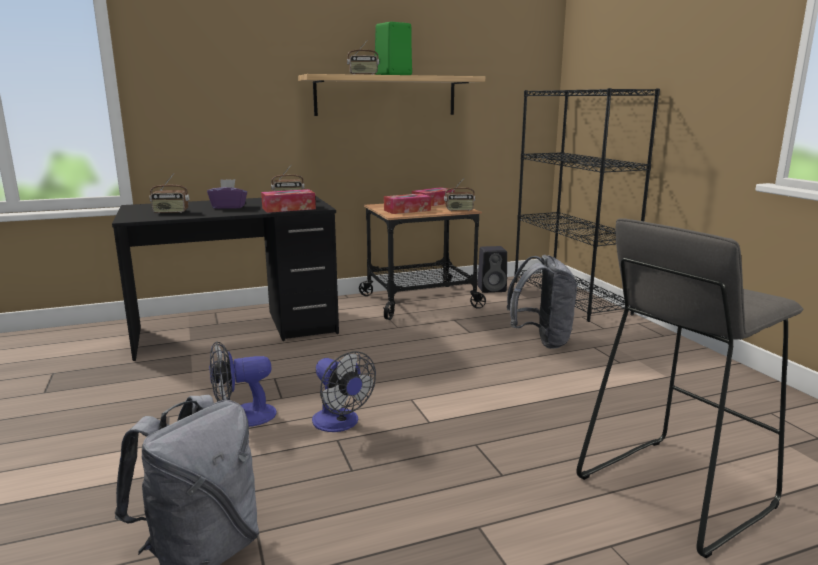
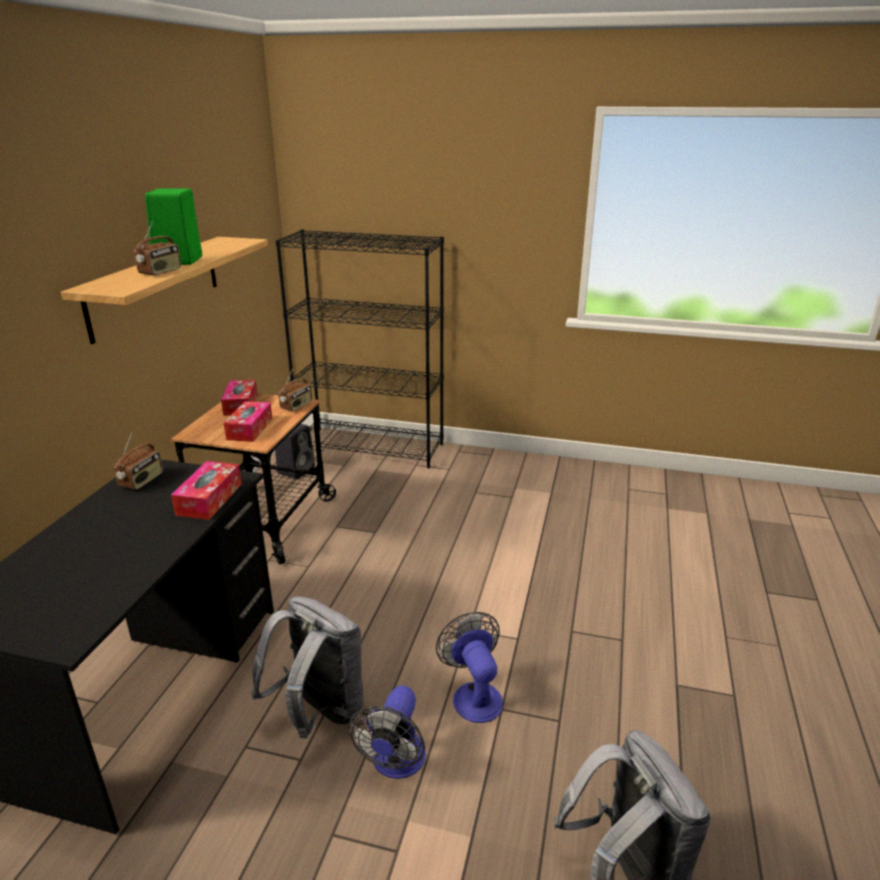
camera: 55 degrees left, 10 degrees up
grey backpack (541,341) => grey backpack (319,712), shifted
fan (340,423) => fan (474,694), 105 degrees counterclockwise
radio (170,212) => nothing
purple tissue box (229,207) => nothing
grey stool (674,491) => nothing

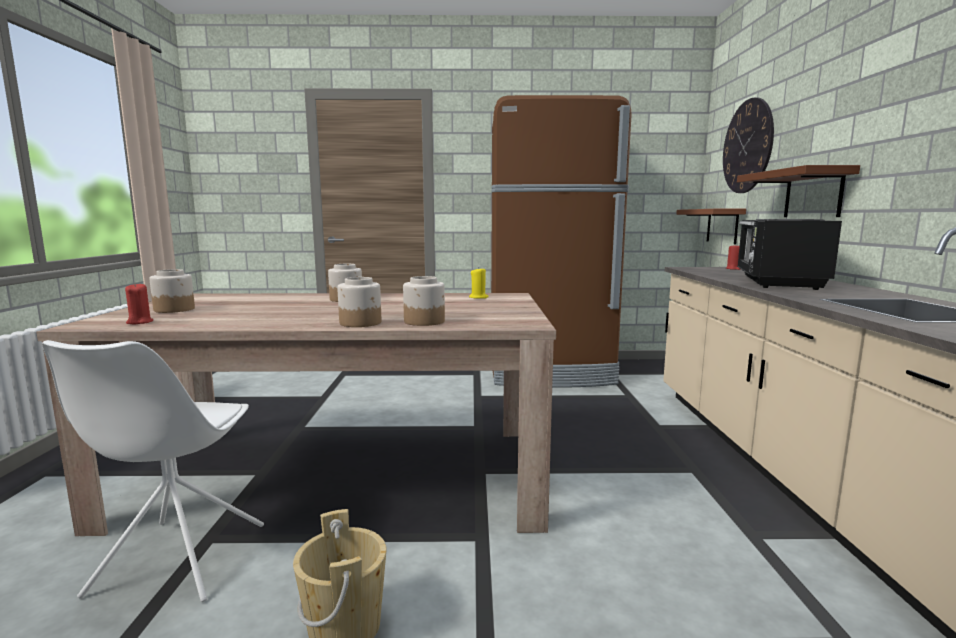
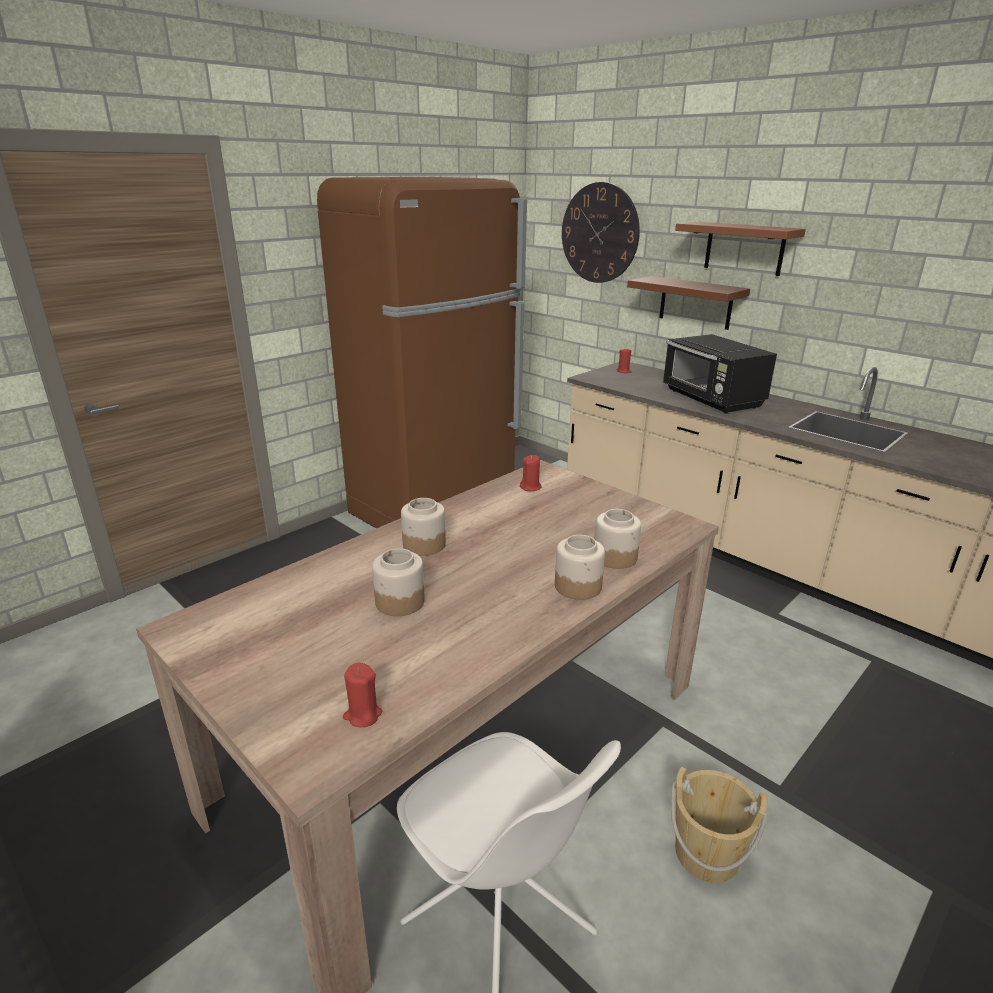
camera: 45 degrees left, 15 degrees up
jar (174,309) => jar (399,601), shifted
yellow candle (478,297) => red candle (530,487)
brown shelf (722,226) => brown shelf (744,248), shifted

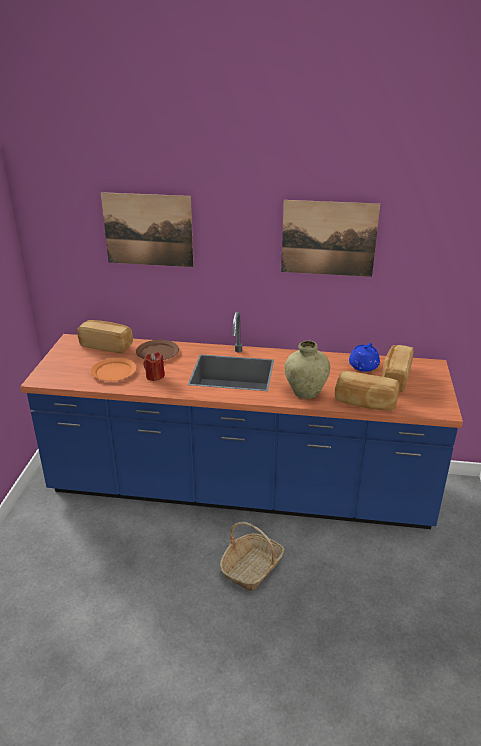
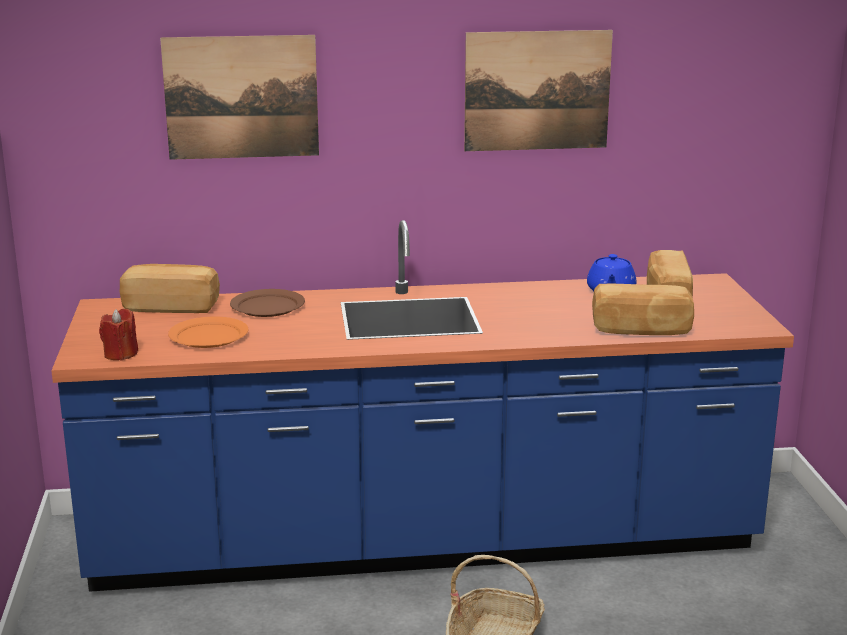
camera: 15 degrees left, 10 degrees down
red candle (155,376) => red candle (120,354), shifted
beige vase (305,393) => nothing

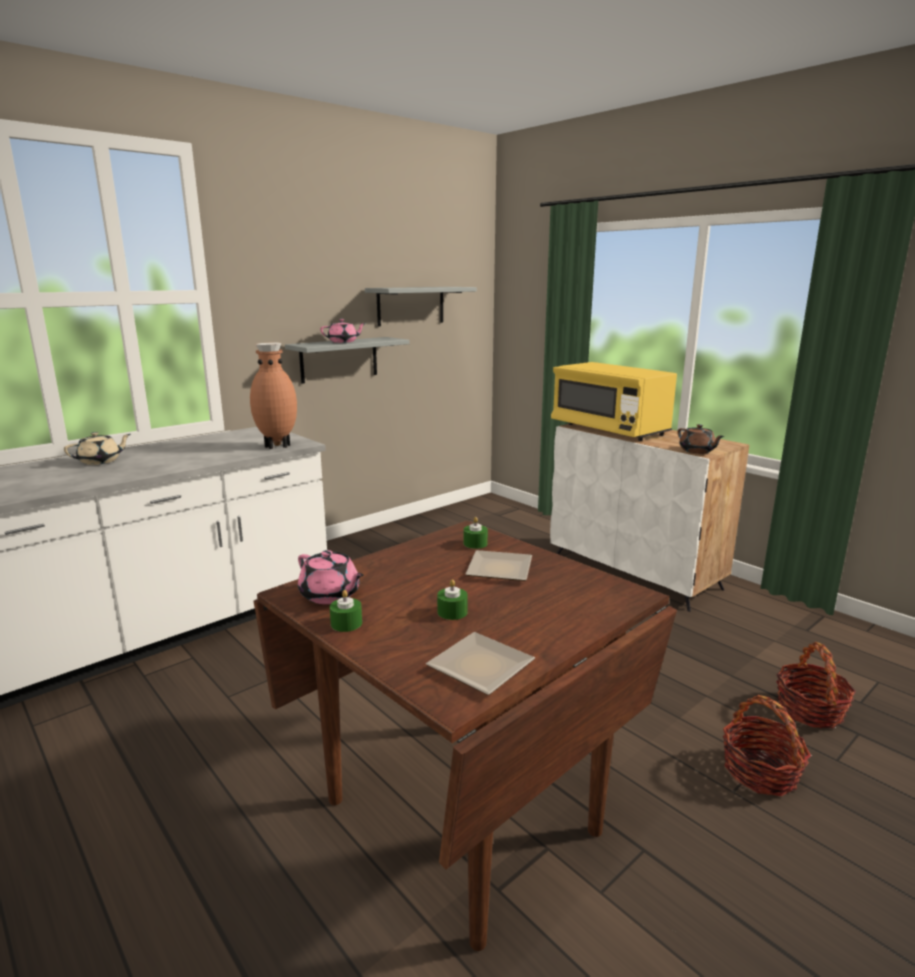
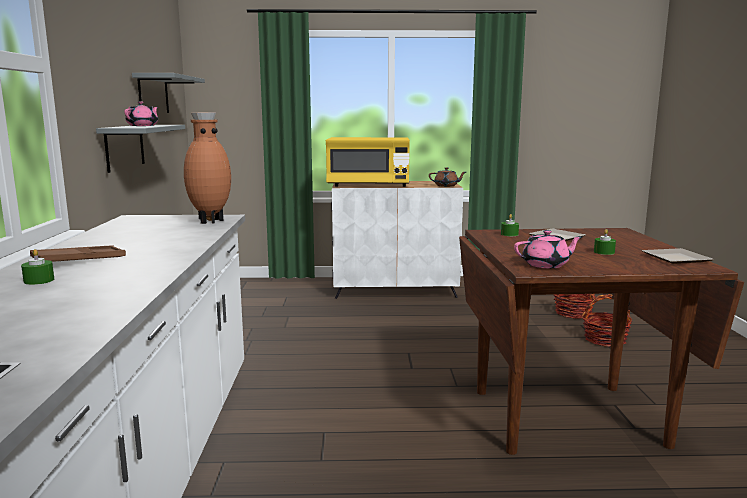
camera: 50 degrees left, 5 degrees down
green candle (346,623) => green candle (39,280), shifted
beige teapot (101,461) => brown tray (79,260)

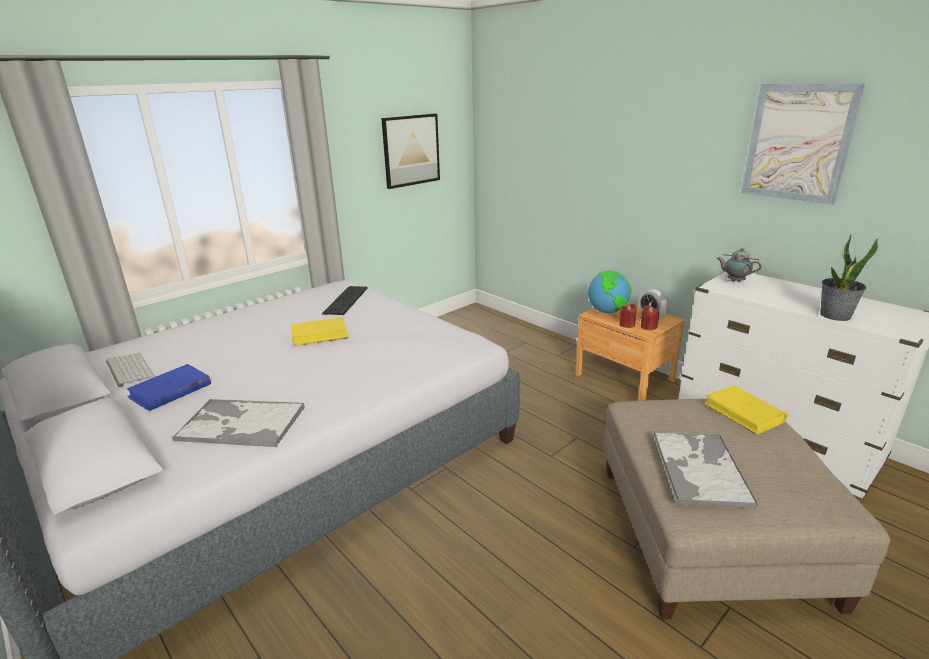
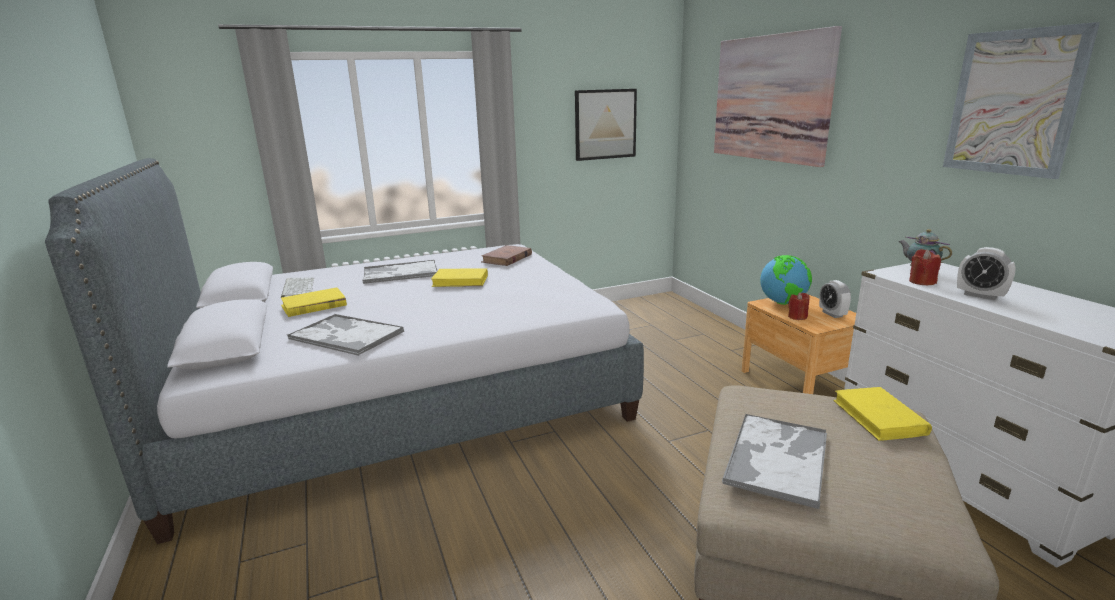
camera: 20 degrees right, 5 degrees down
blue book (170,391) => yellow book (314,306)
nothing => tray (400,273)
keyboard (347,300) => brown book (507,258)
nothing => picture (770,98)
red candle (648,327) => red candle (922,282), shifted
nothing => alarm clock (980,295)
potted plant (835,315) => nothing

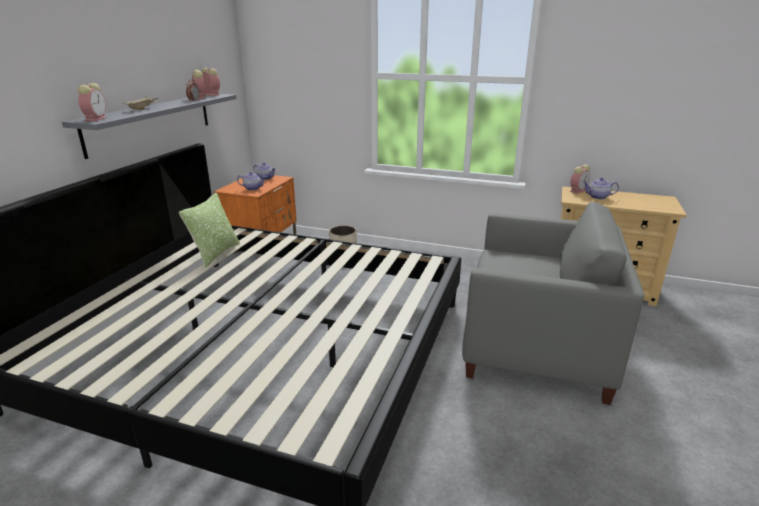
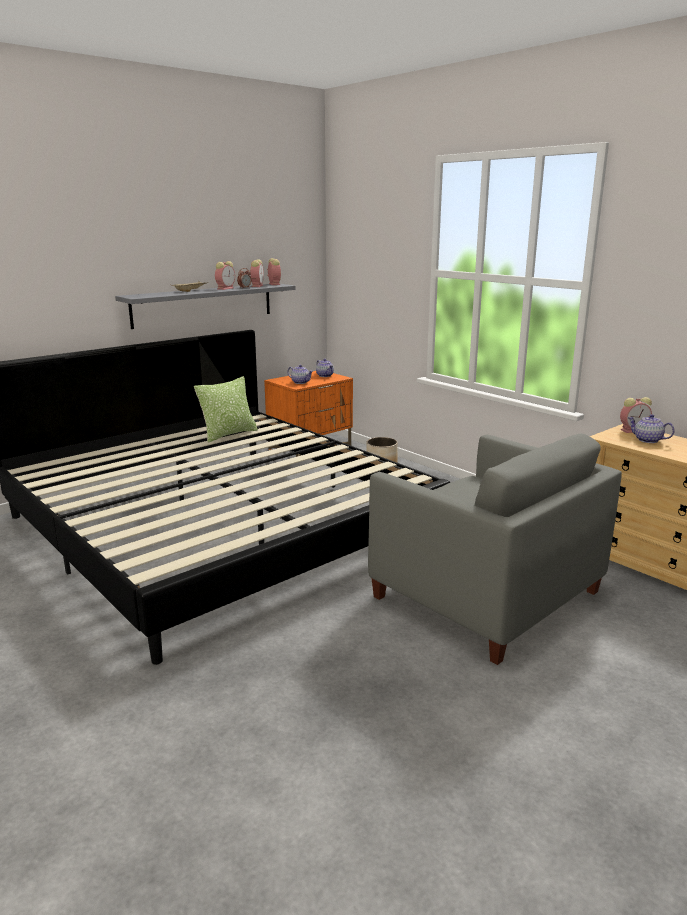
camera: 30 degrees right, 5 degrees down
alarm clock (96,119) => alarm clock (225,288), shifted

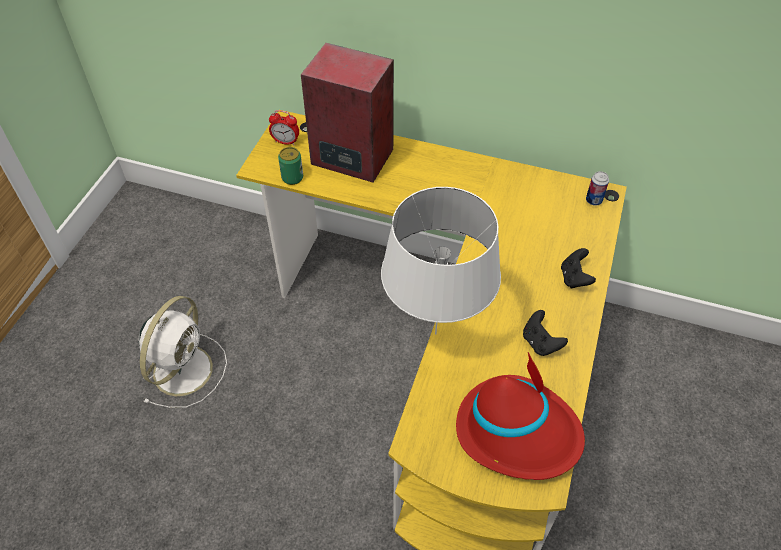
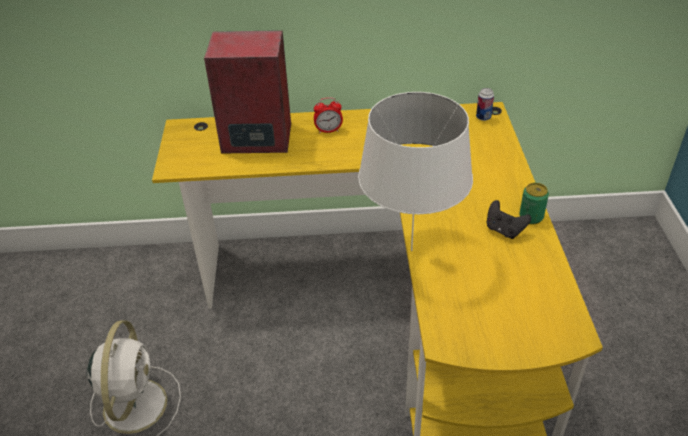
camera: 20 degrees left, 10 degrees down
alarm clock (286,142) => alarm clock (328,130), shifted
can (292,178) => can (531,217), shifted
red hat (518,431) => nothing
black game controller (574,278) => nothing

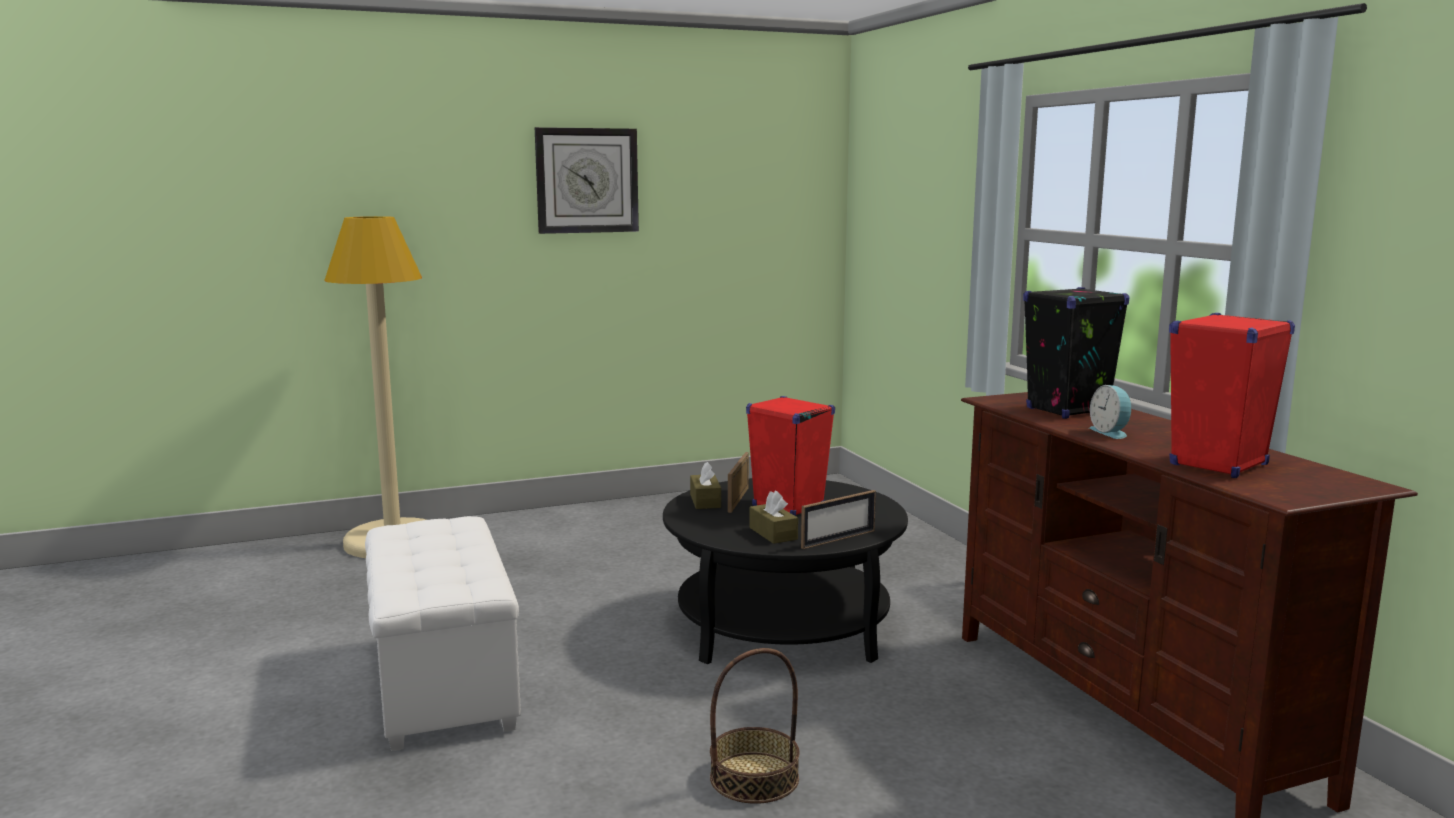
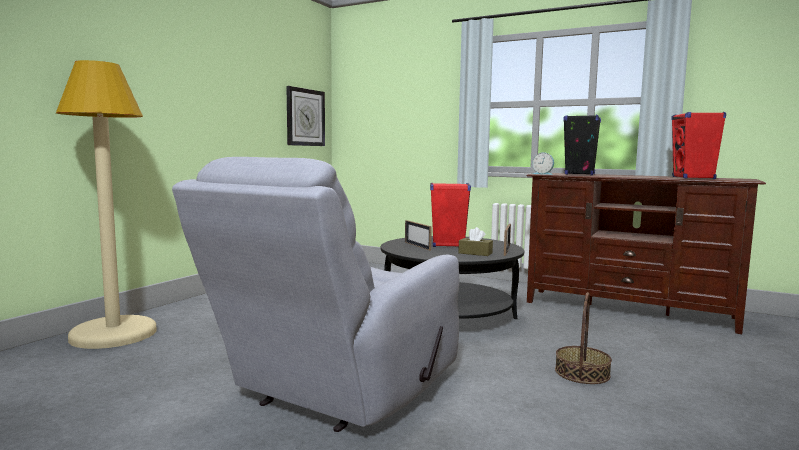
camera: 40 degrees left, 5 degrees down
white ottoman (441,684) => grey armchair (337,392)
wall clock (587,180) => wall clock (305,117), shifted
alarm clock (1111,432) => alarm clock (543,174), shifted
brown tissue box (705,501) => nothing

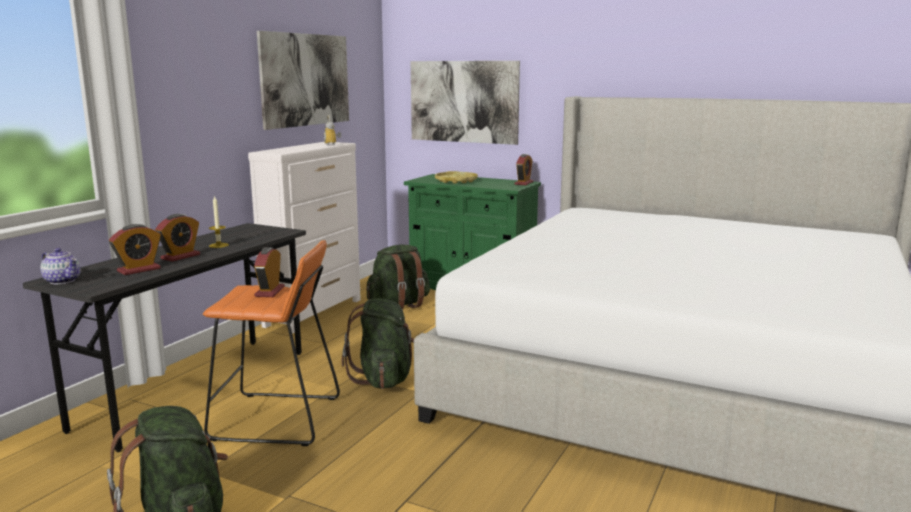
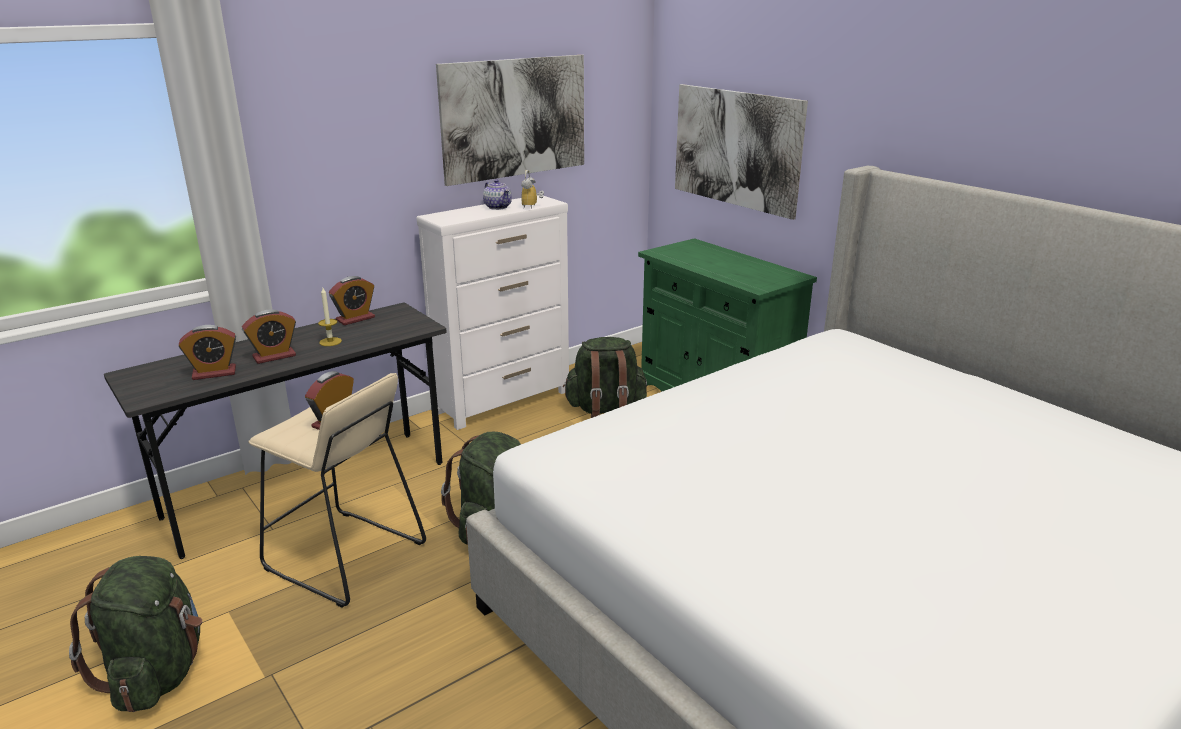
camera: 25 degrees right, 10 degrees up
orange stool (276,419) => beige stool (344,557)
alarm clock (524,183) => alarm clock (355,319), shifted
teapot (62,280) => teapot (498,207), shifted
yellow tray (456,181) => nothing

